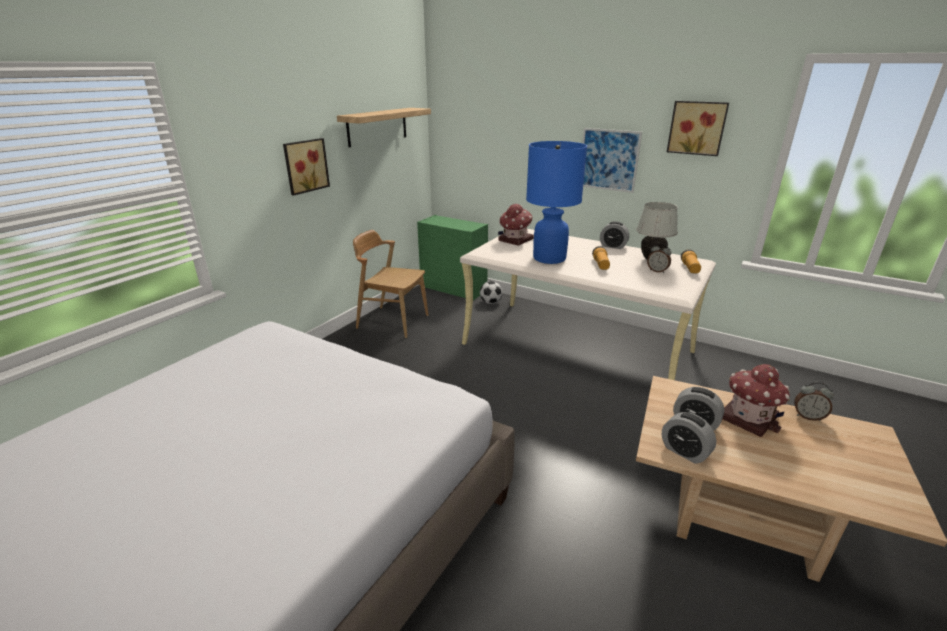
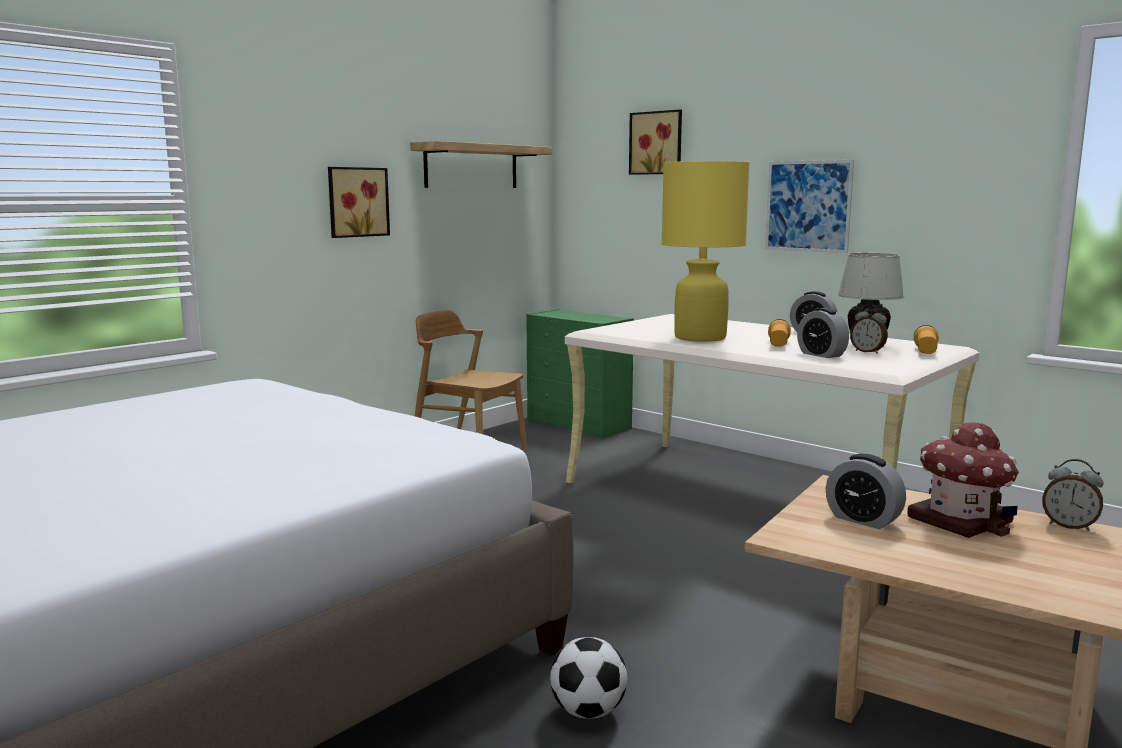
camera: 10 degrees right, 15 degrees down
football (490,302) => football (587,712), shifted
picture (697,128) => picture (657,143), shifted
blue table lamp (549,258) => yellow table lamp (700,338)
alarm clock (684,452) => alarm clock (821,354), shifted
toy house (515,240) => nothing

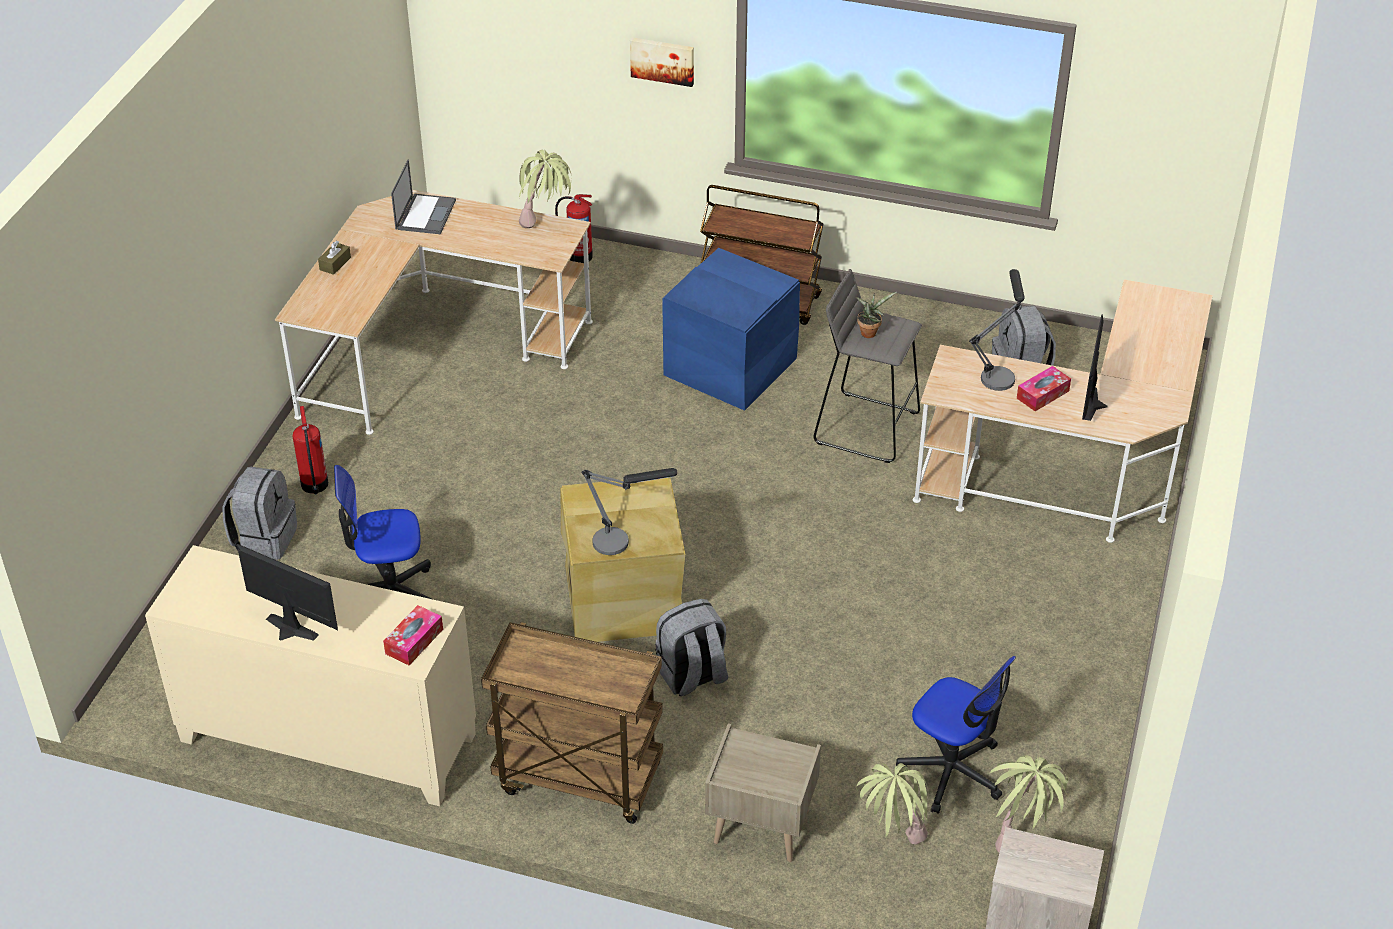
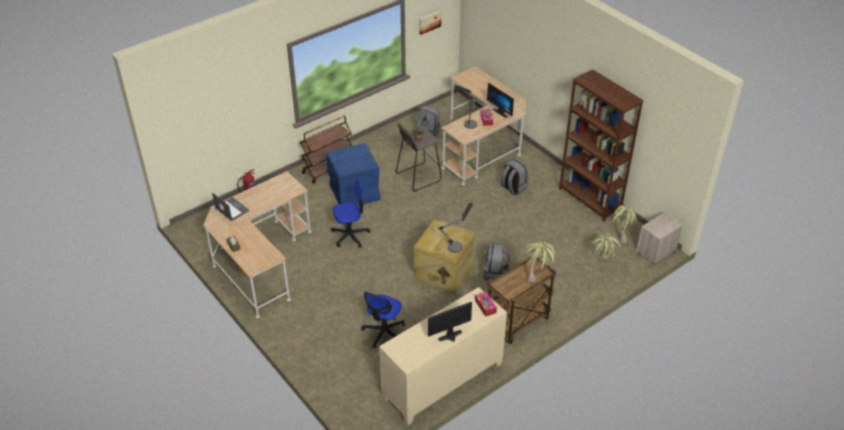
camera: 55 degrees left, 0 degrees up
office chair (952,771) => office chair (350,235), shifted
picture (662,60) => picture (429,22), shifted
grey backpack (264,538) => grey backpack (513,188), shifted
potted plant (547,228) => potted plant (538,275), shifted
nothing => brown bookcase (590,199)
fire extinguisher (314,486) => nothing
beige nightstand (760,827) => nothing

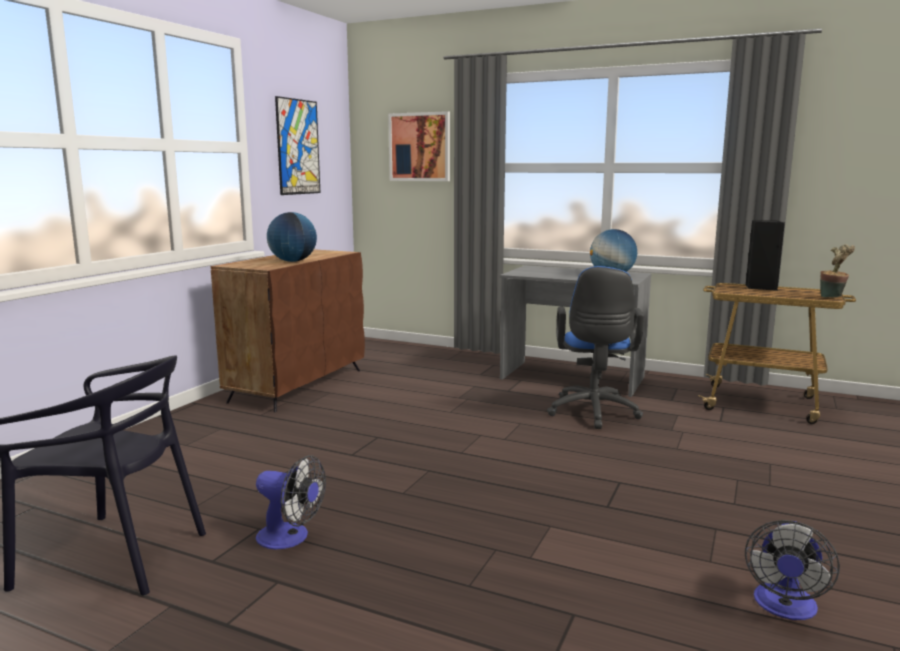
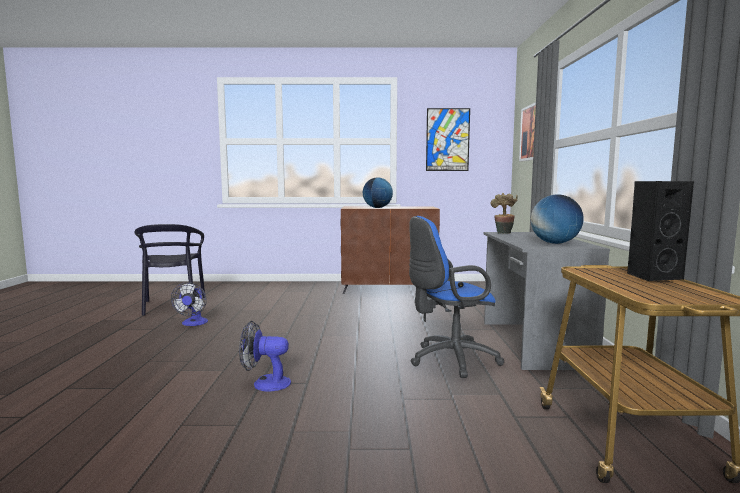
camera: 65 degrees right, 5 degrees down
fan (784,608) => fan (265,383), shifted
potted plant (832,297) => potted plant (503,234), shifted

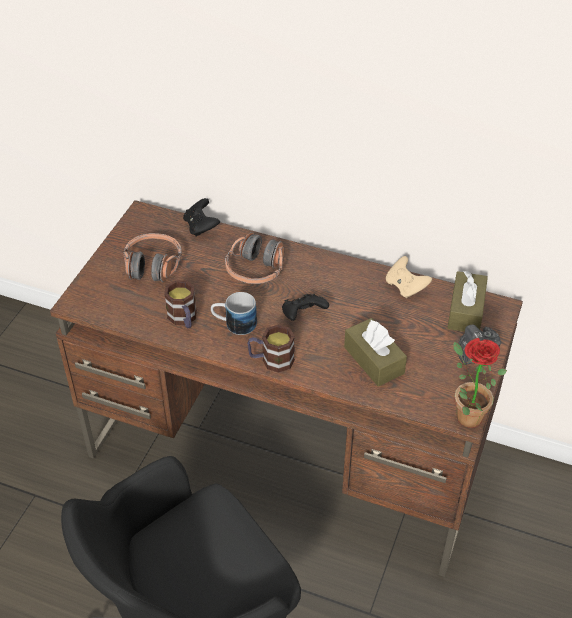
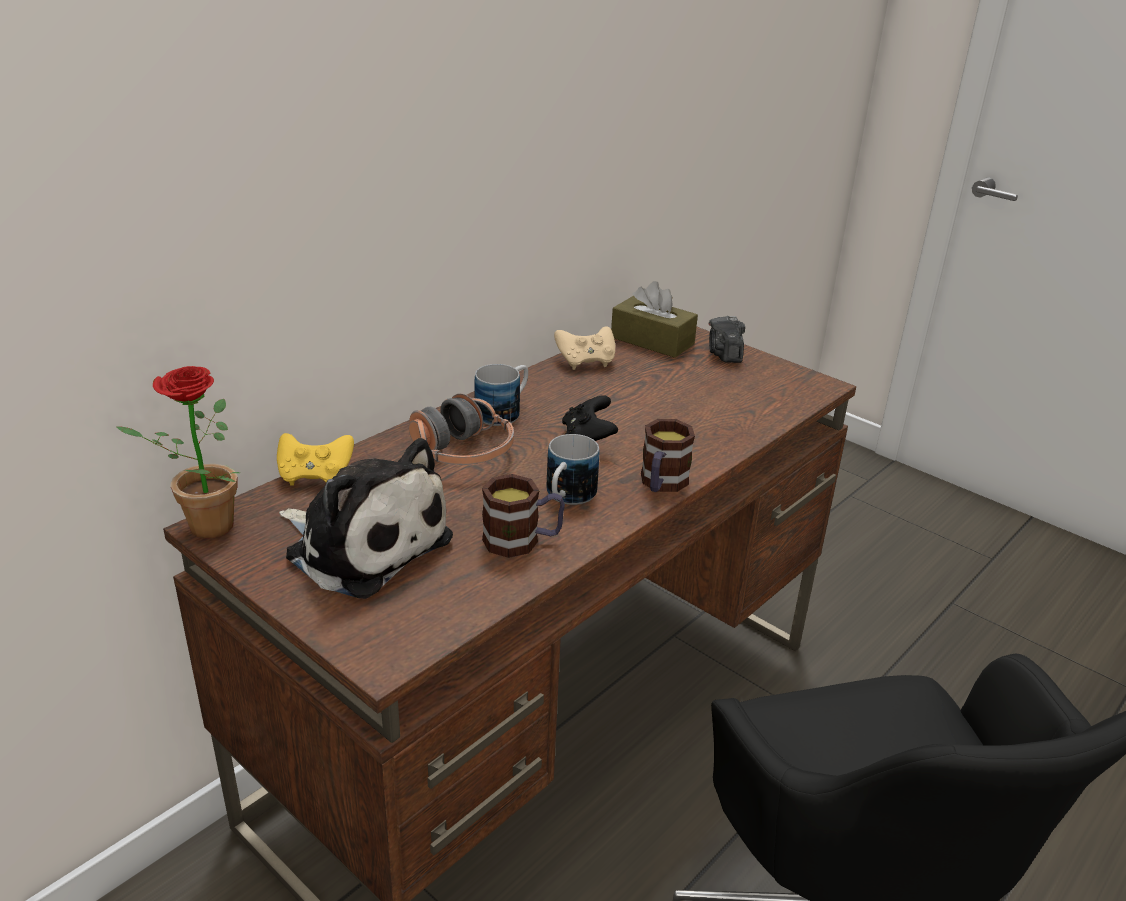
camera: 70 degrees left, 15 degrees down
potted plant (464,414) => potted plant (201,528), shifted
black game controller (201,227) => yellow game controller (315,476)
headphones (153,265) => plush toy (363,544)
nothing => mug (504,411)
brown tissue box (374,360) => nothing

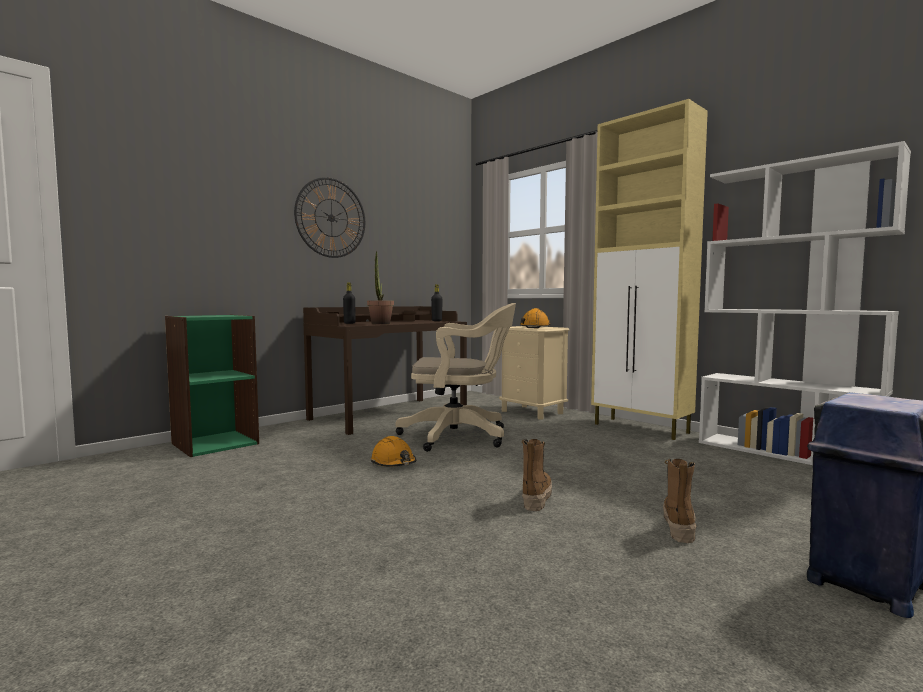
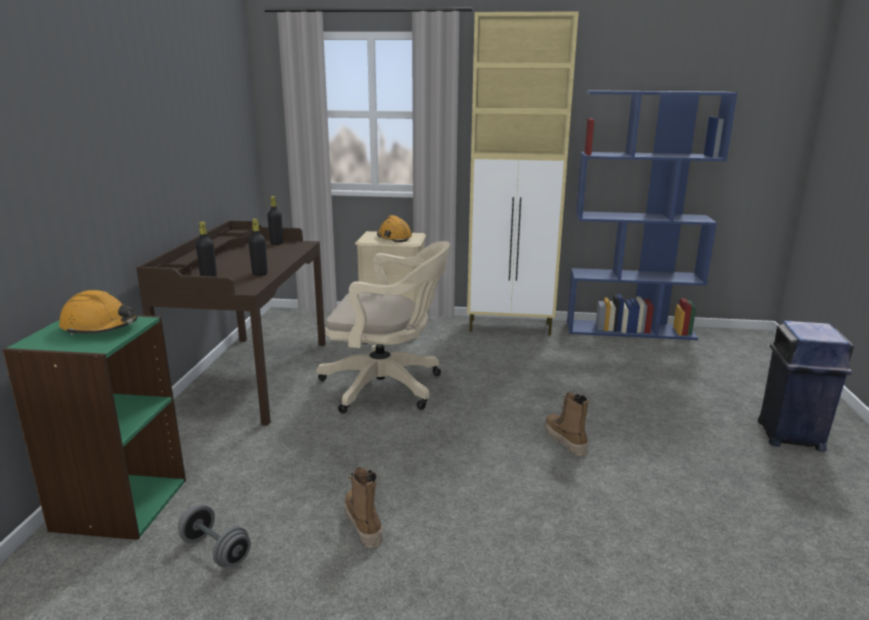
camera: 40 degrees left, 15 degrees up
orange hard hat (393,463) => orange hard hat (100,327), shifted
nothing => grey dumbbell (215,550)
potted plant (380,324) => black bottle (260,273)
beige office chair (460,436) => beige office chair (388,387), 45 degrees clockwise
boot (678,526) => boot (363,524), shifted
white bookcase (786,454) => blue bookcase (630,330)
wall clock (331,218) => nothing

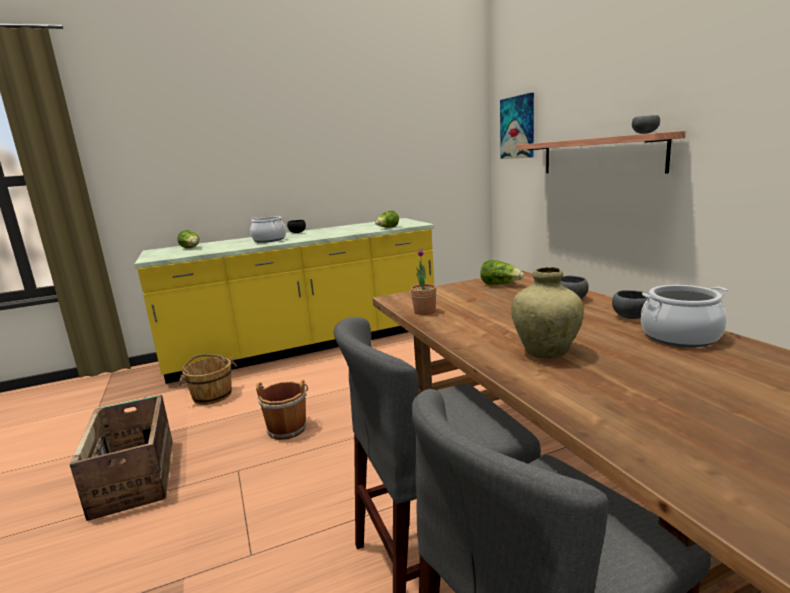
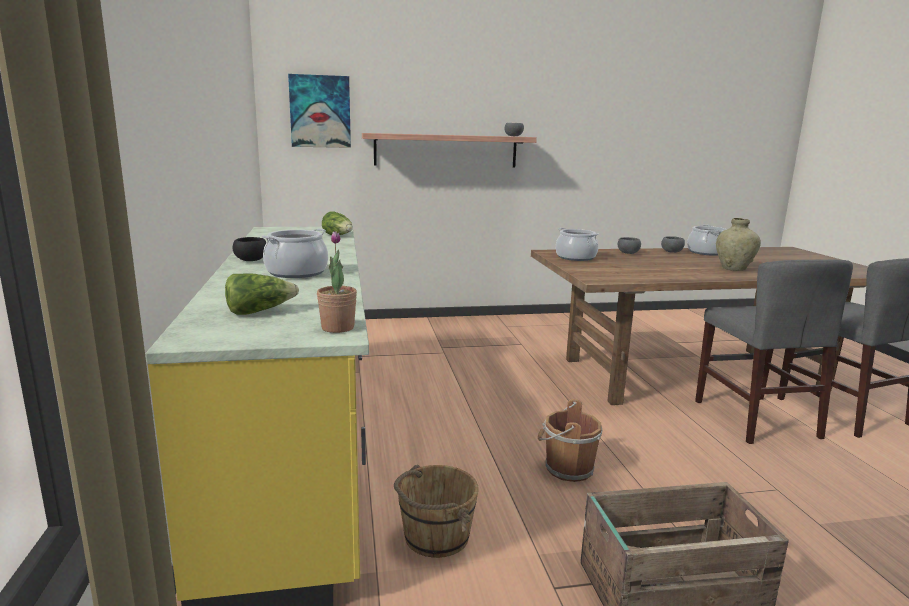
camera: 80 degrees left, 0 degrees up
potted plant (424,312) => potted plant (338,328), shifted
lettuce (500,284) => cooking pot (575,257)

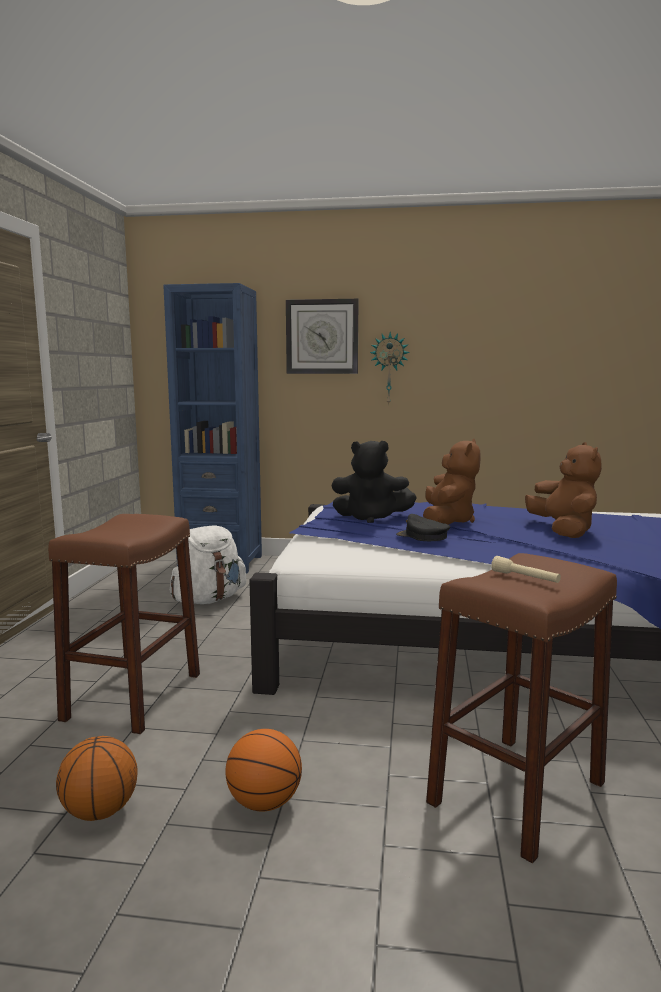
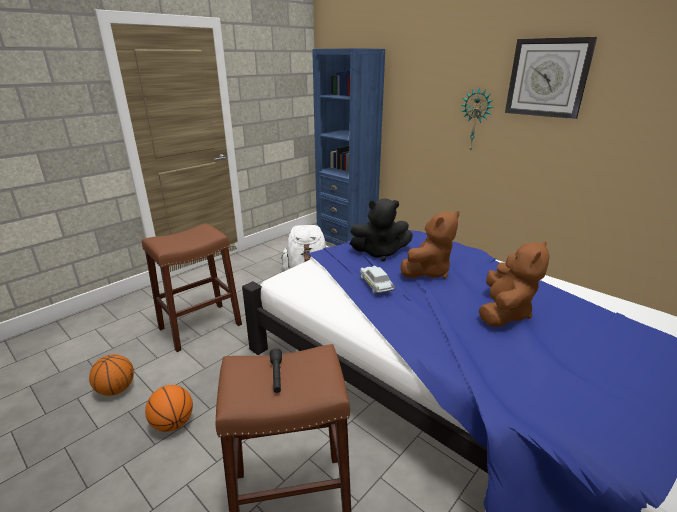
camera: 35 degrees right, 15 degrees up
beige flashlight (525,578) => black flashlight (276,375)
black plush toy (371,518) => black plush toy (380,253), 45 degrees counterclockwise
black cap (422,536) => white toy car (376,284)
wall clock (322,337) => wall clock (547,78), shifted

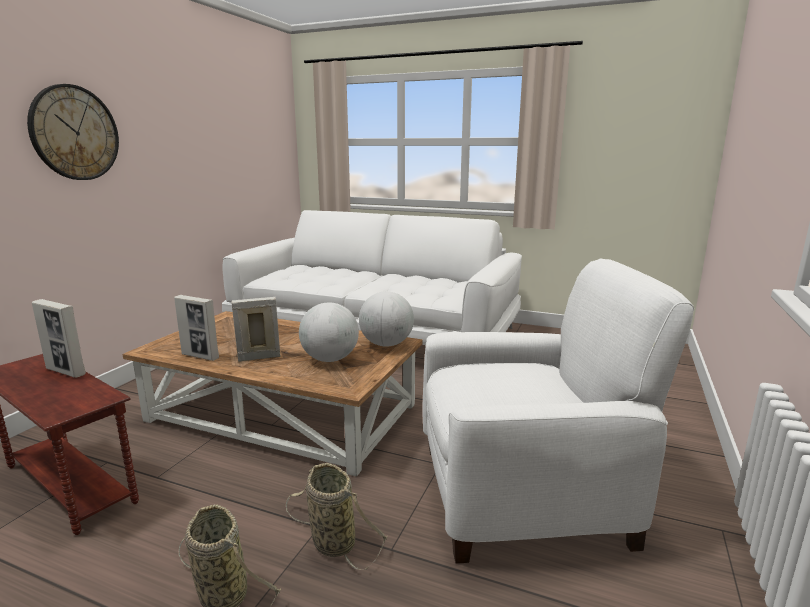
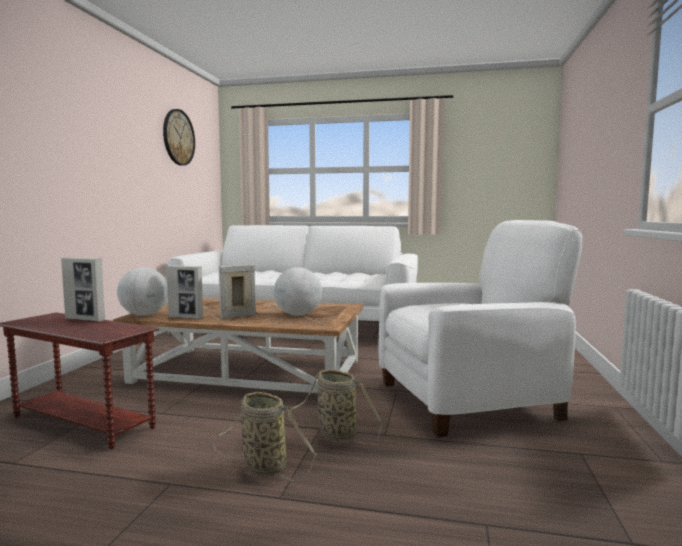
camera: 10 degrees left, 10 degrees down
globe (386,344) => globe (144,315), shifted
wall clock (74,133) => wall clock (178,137), shifted

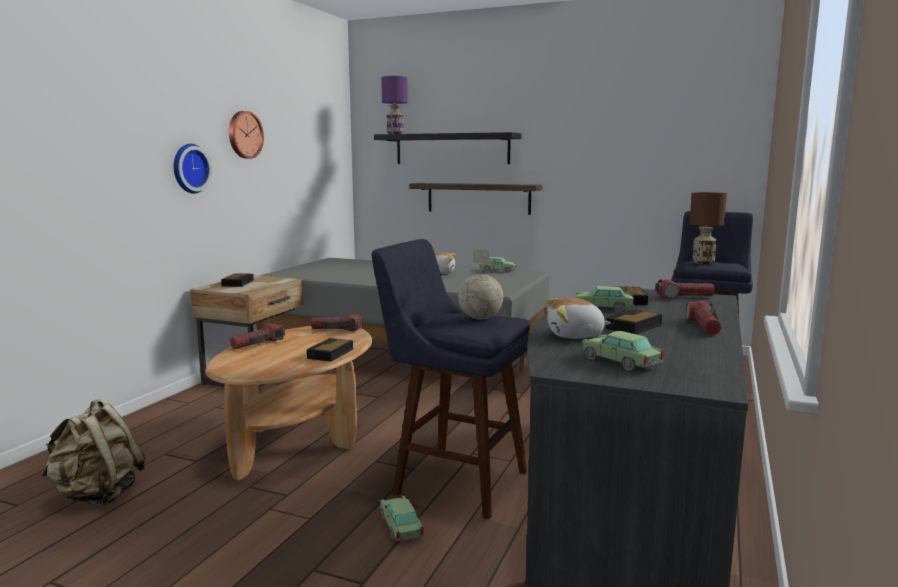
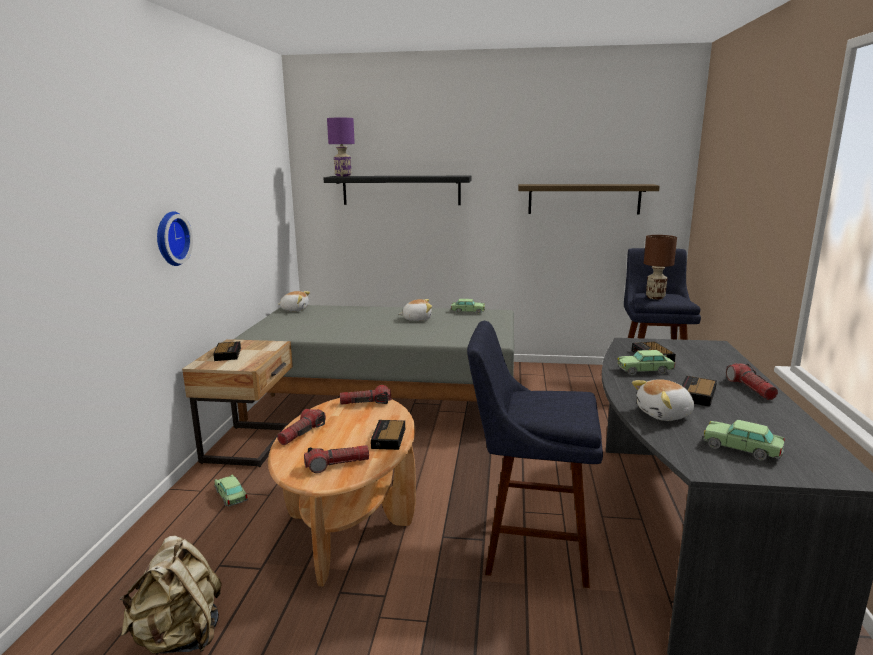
camera: 15 degrees left, 5 degrees up
toy car (401,526) => toy car (231,496), shifted
nothing => plush toy (295,309)
flashlight (684,297) => flashlight (337,464), shifted
shelf (478,198) => shelf (584,199), shifted
wall clock (244,134) => nothing
globe (480,318) => nothing

